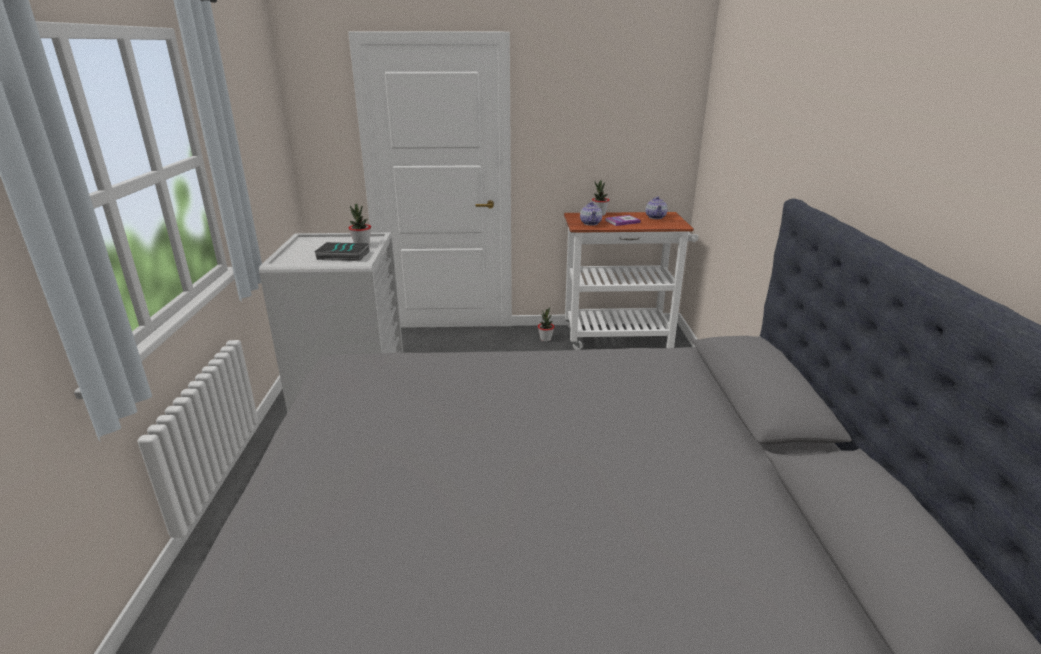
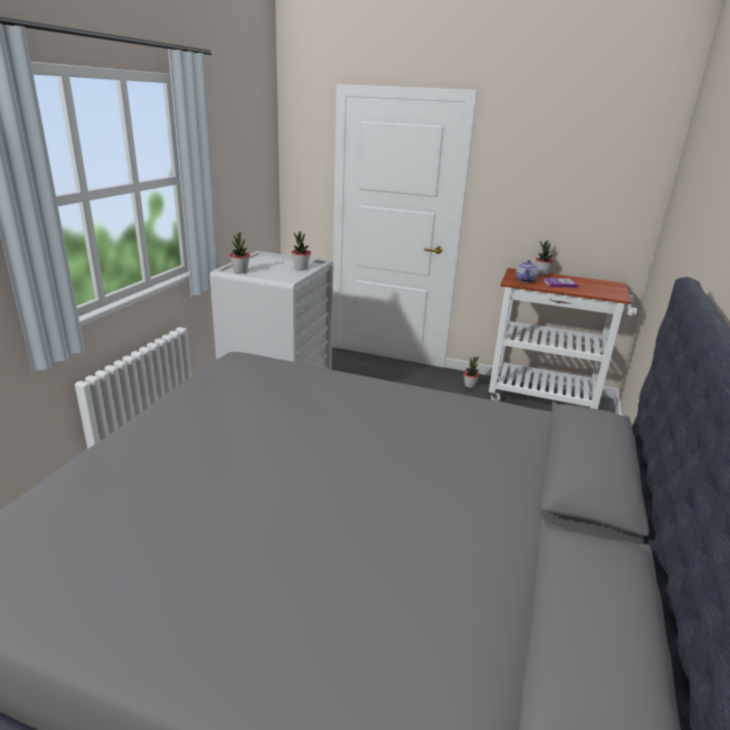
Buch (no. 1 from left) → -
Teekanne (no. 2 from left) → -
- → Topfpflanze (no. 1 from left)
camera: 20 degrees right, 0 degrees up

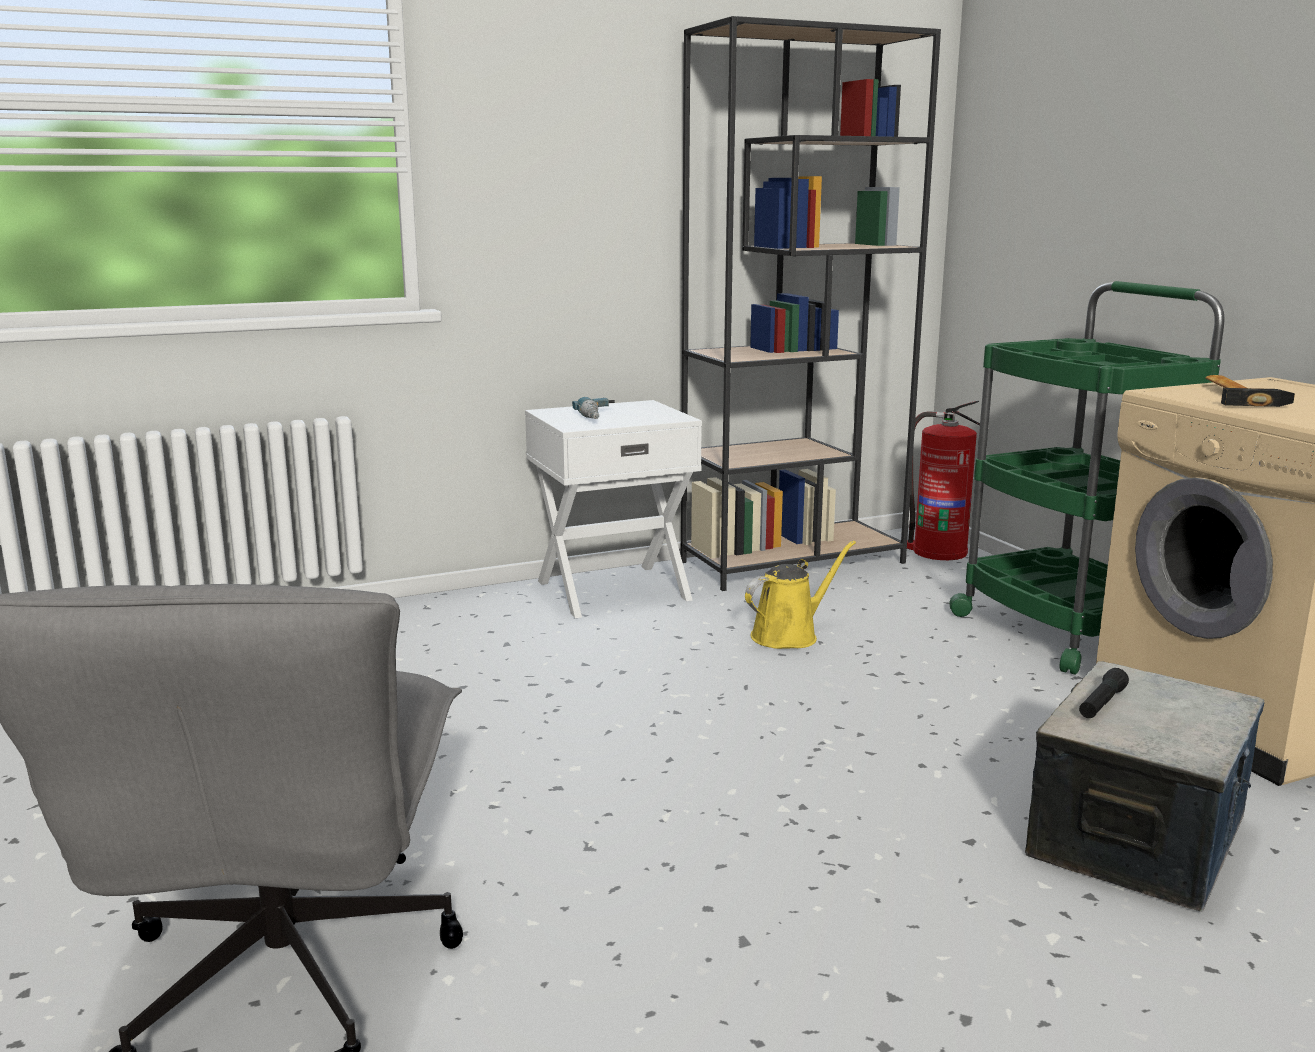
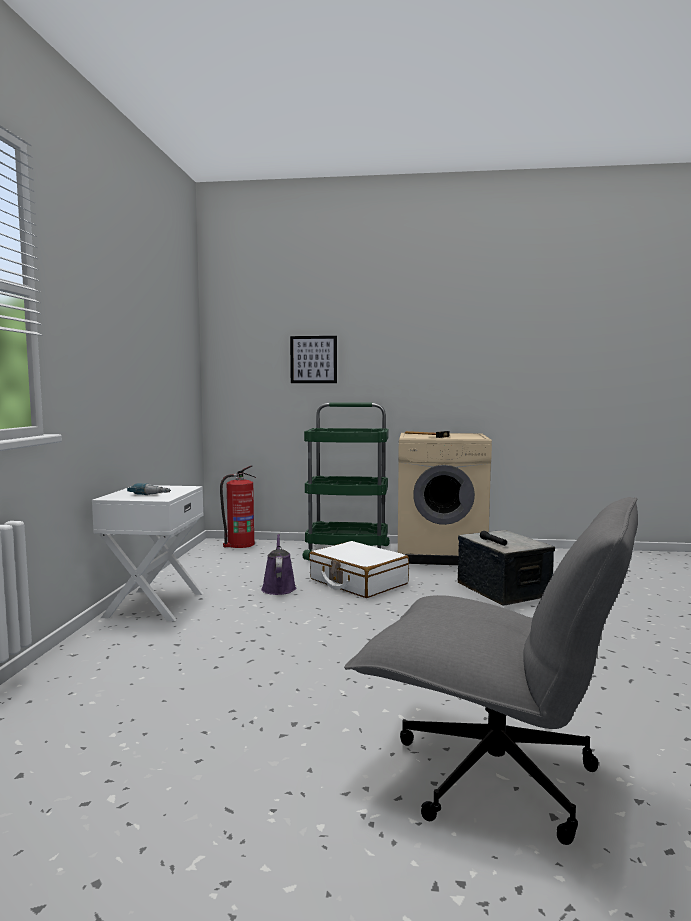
Bücherregal → -
Gießkanne (gelb) → Gießkanne (lila)
- → Bild
- → Koffer (weiß)
camera: 60 degrees left, 10 degrees down

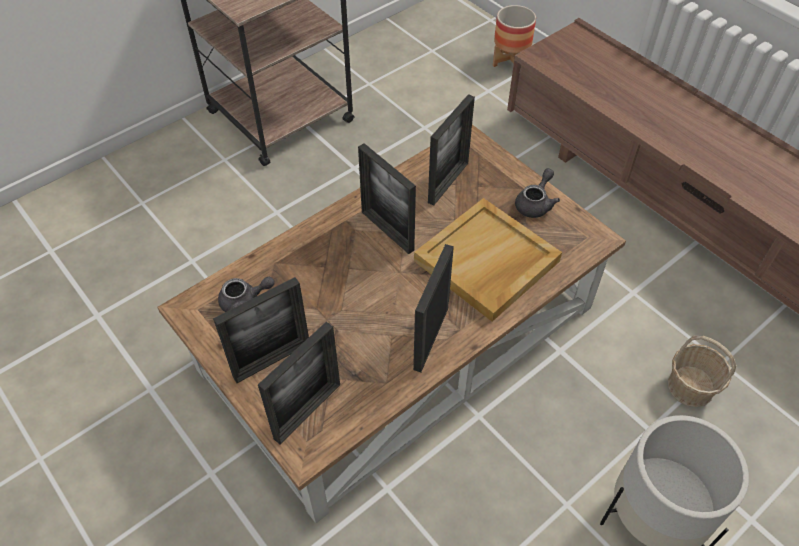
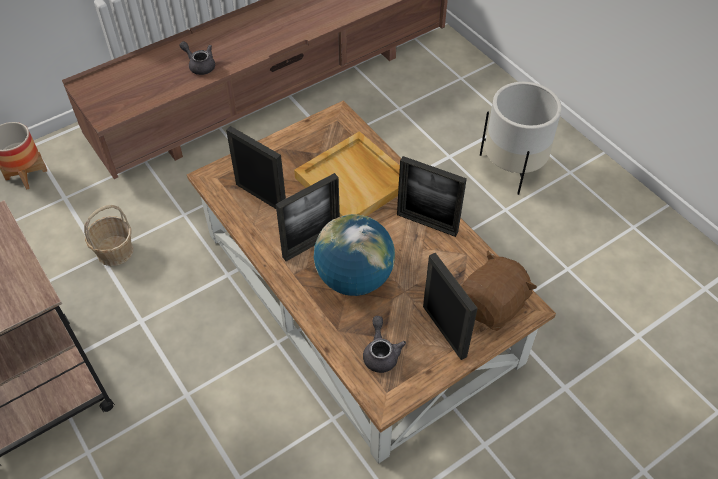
Bilderrahmen (no. 2 from left) → Plüschtier (braun)
Teekanne (grau) (no. 2 from left in the first image) → Teekanne (grau) (no. 1 from left), relocated
Korb, relocated
- → Globus
camera: 85 degrees left, 0 degrees up

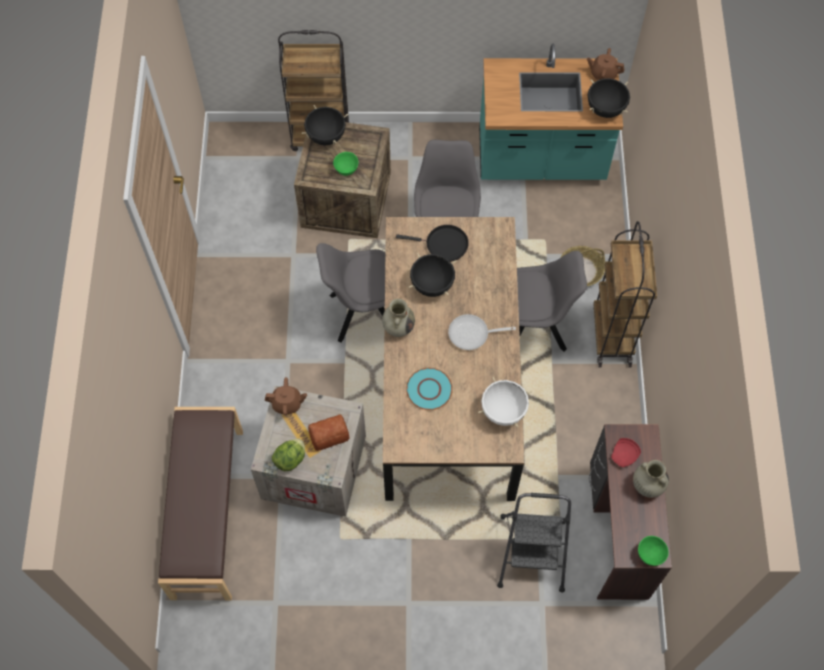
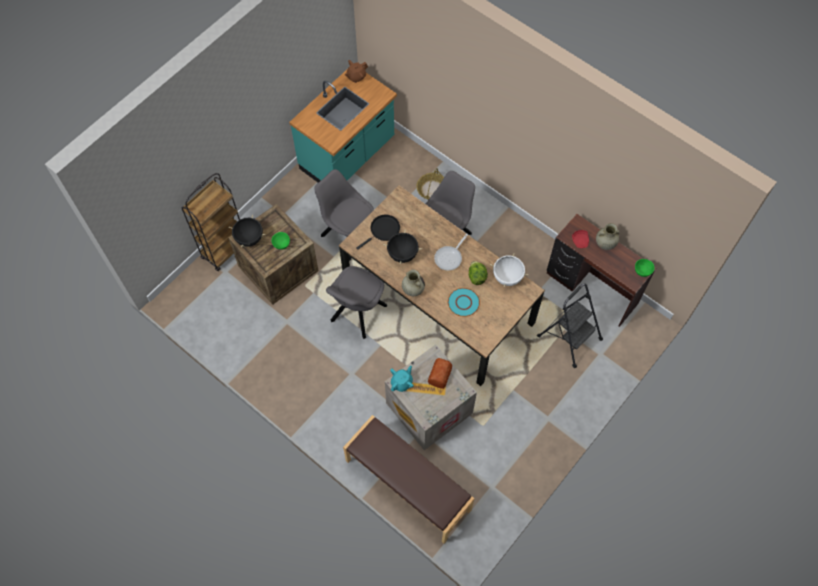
Teekanne (braun) (no. 1 from left) → Teekanne (türkis)
Salatkopf, relocated
Kochtopf (schwarz) (no. 3 from left) → -
Rollwagen (braun) (no. 2 from left) → -
camera: 50 degrees left, 0 degrees up

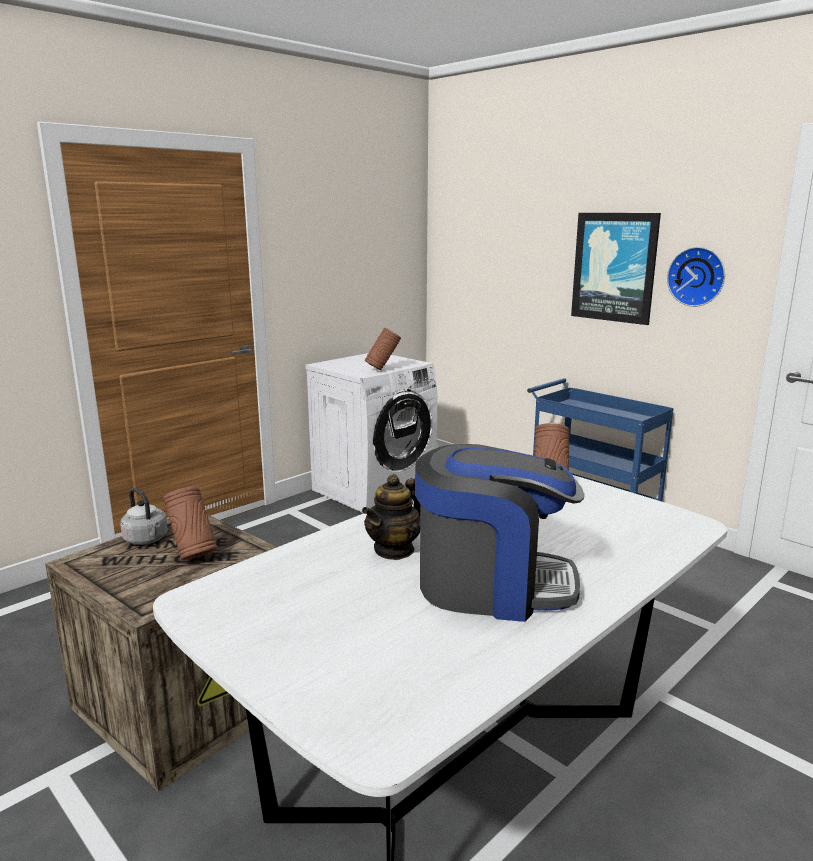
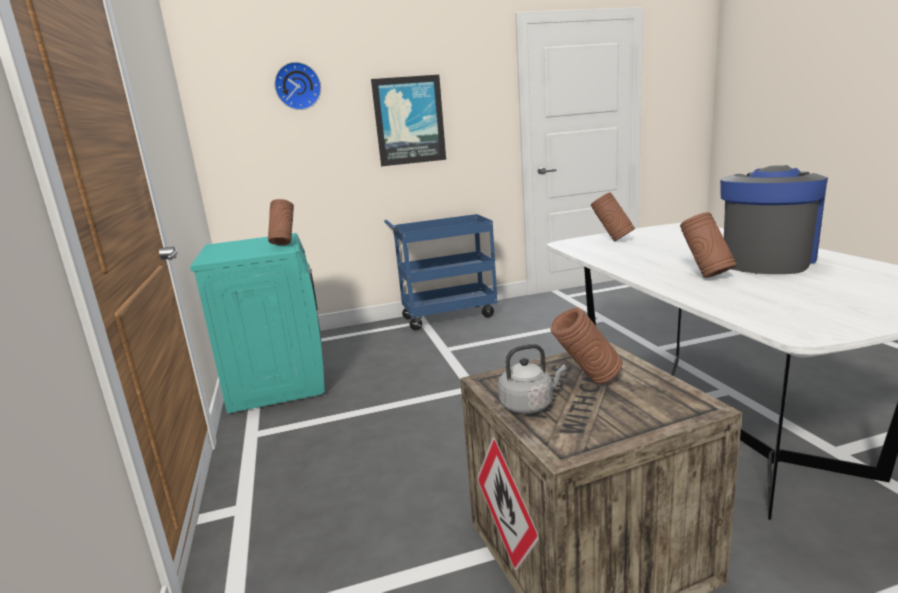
Waschmaschine (weiß) → Waschmaschine (türkis)
Teekanne → Vase (braun) (no. 4 from left)
Wanduhr, relocated
camera: 60 degrees left, 0 degrees up

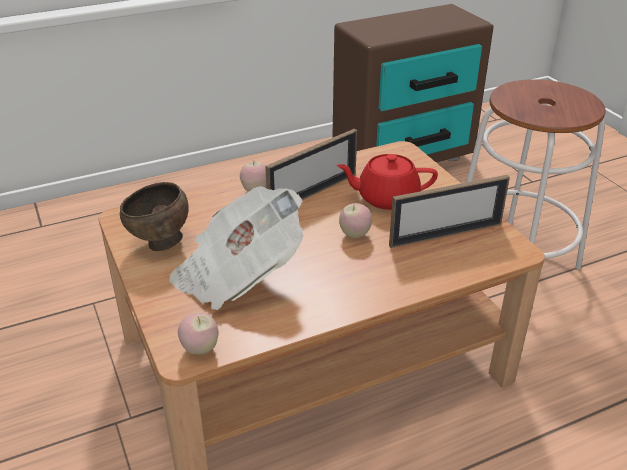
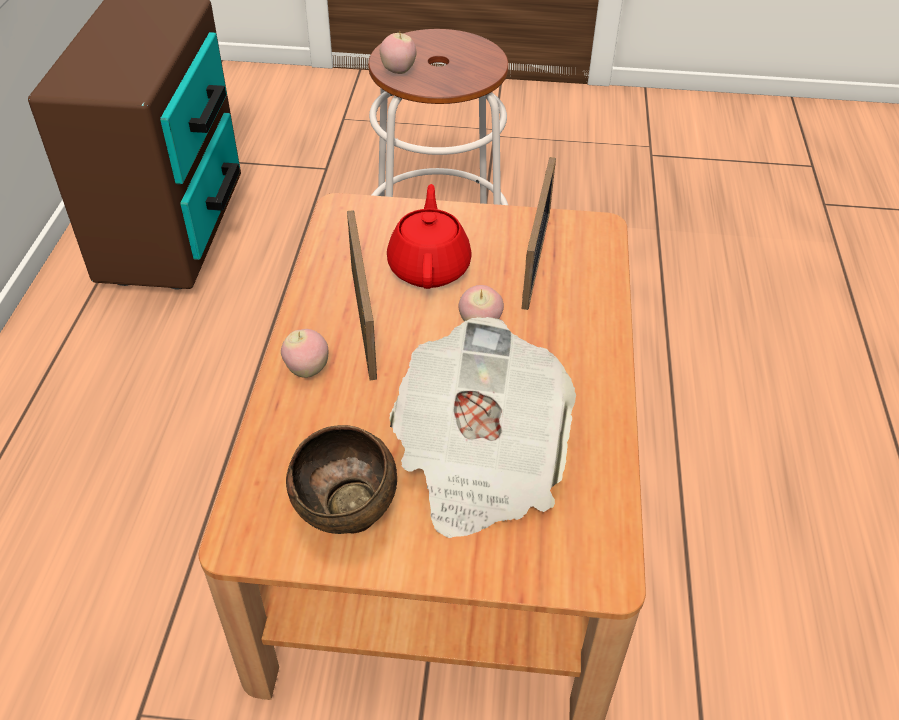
Apfel (no. 1 from left in the first image) → Apfel (no. 2 from left), relocated
Teekanne (rot), 150 degrees clockwise
camera: 60 degrees left, 10 degrees up

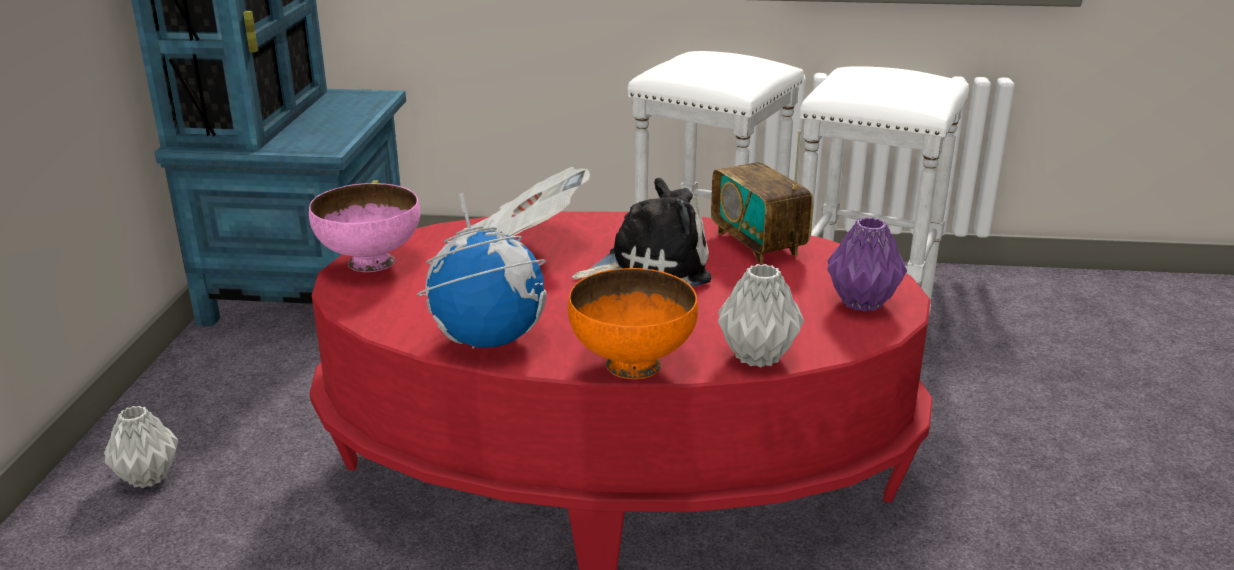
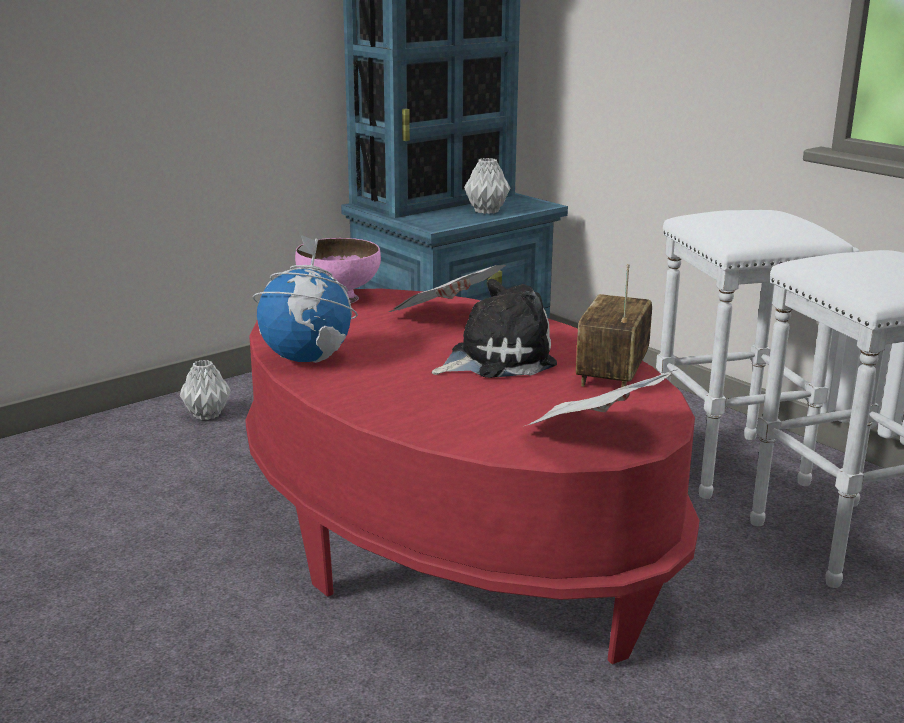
Schüssel (orange) → -
Plüschtier, 60 degrees counterclockwise
Vase (grau) (no. 2 from left), relocated
Vase (lila) → Zeitung (no. 2 from left)
camera: 45 degrees right, 5 degrees down

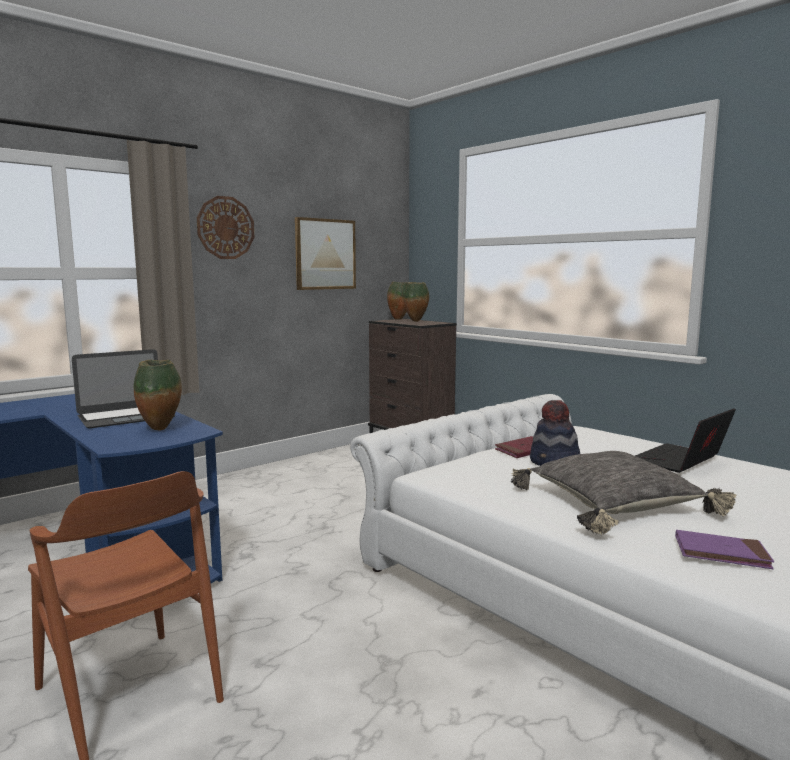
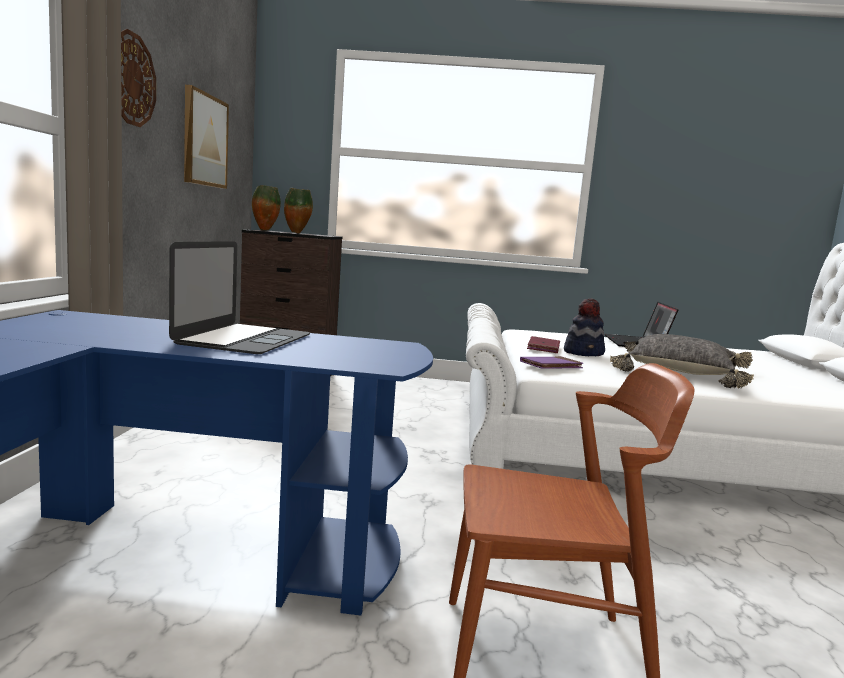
Vase (no. 1 from left) → -
Buch (lila), relocated
camera: 45 degrees left, 0 degrees up

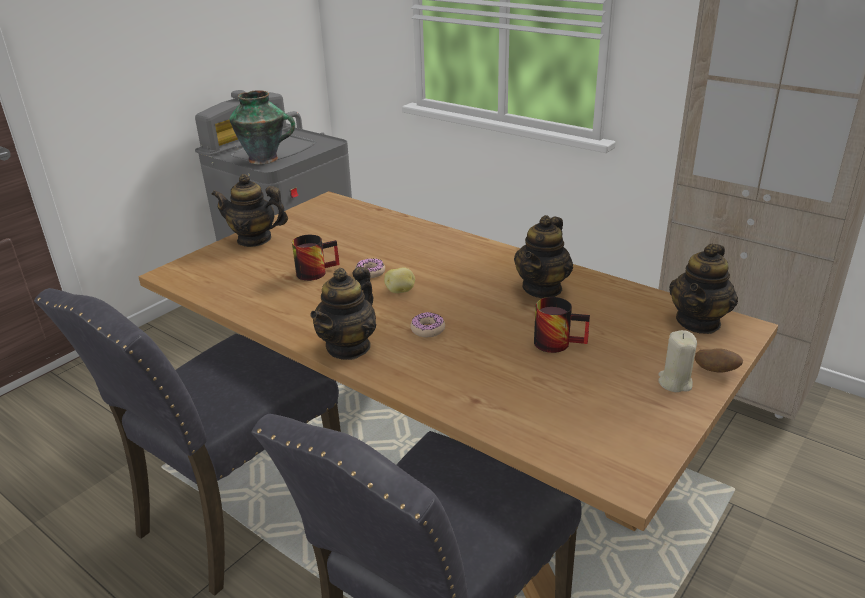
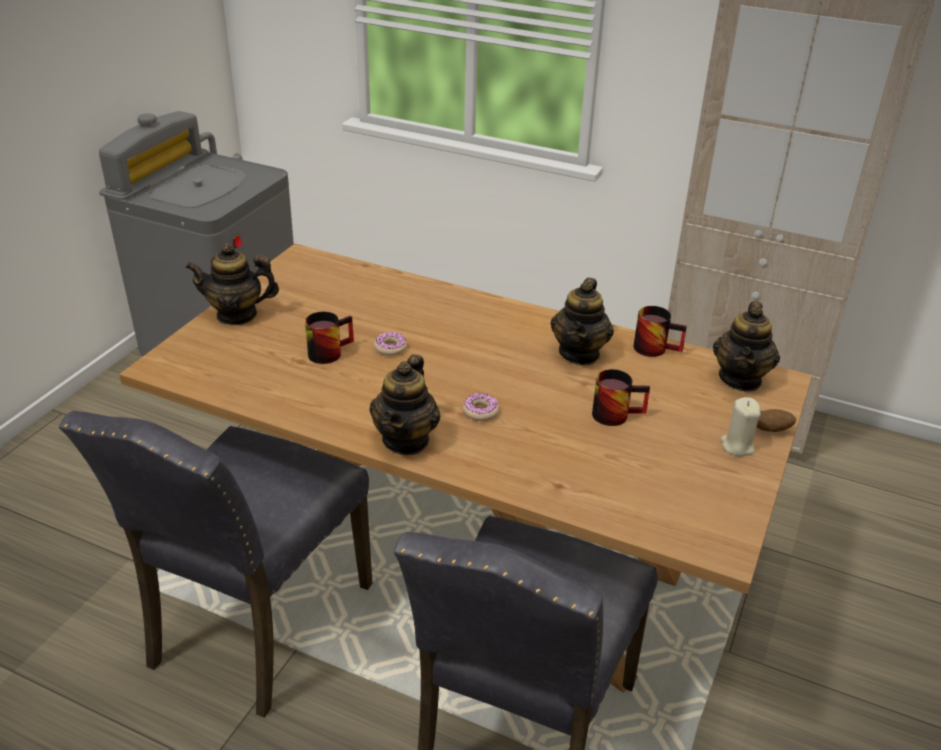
Vase → -
Kartoffel (no. 1 from left) → -
- → Henkelbecher (no. 3 from left)
camera: 15 degrees left, 5 degrees up

